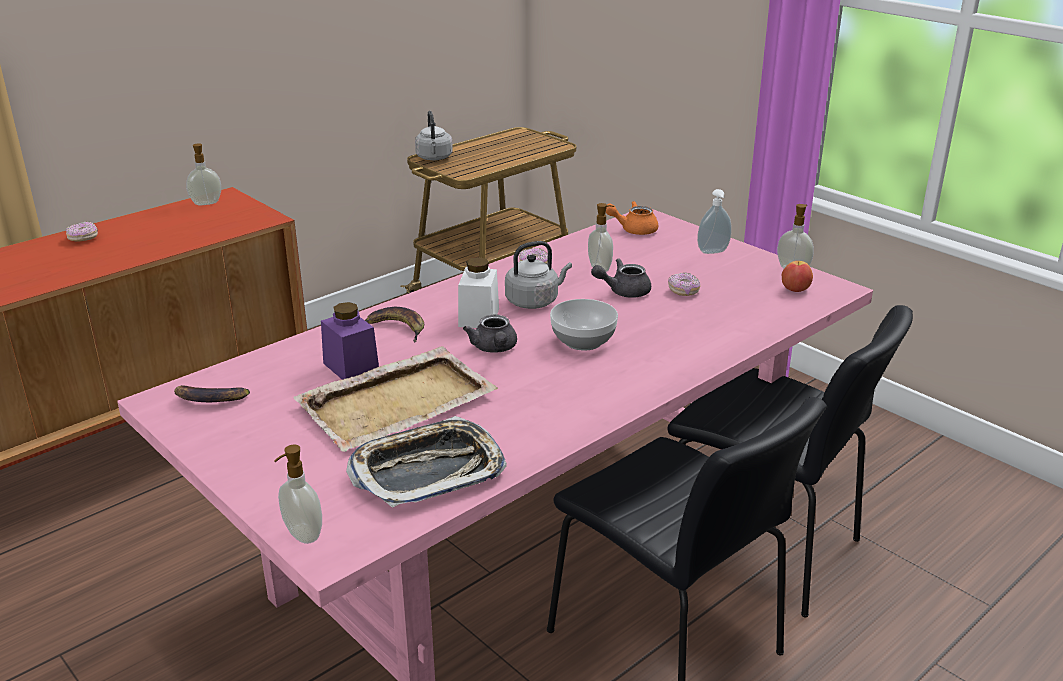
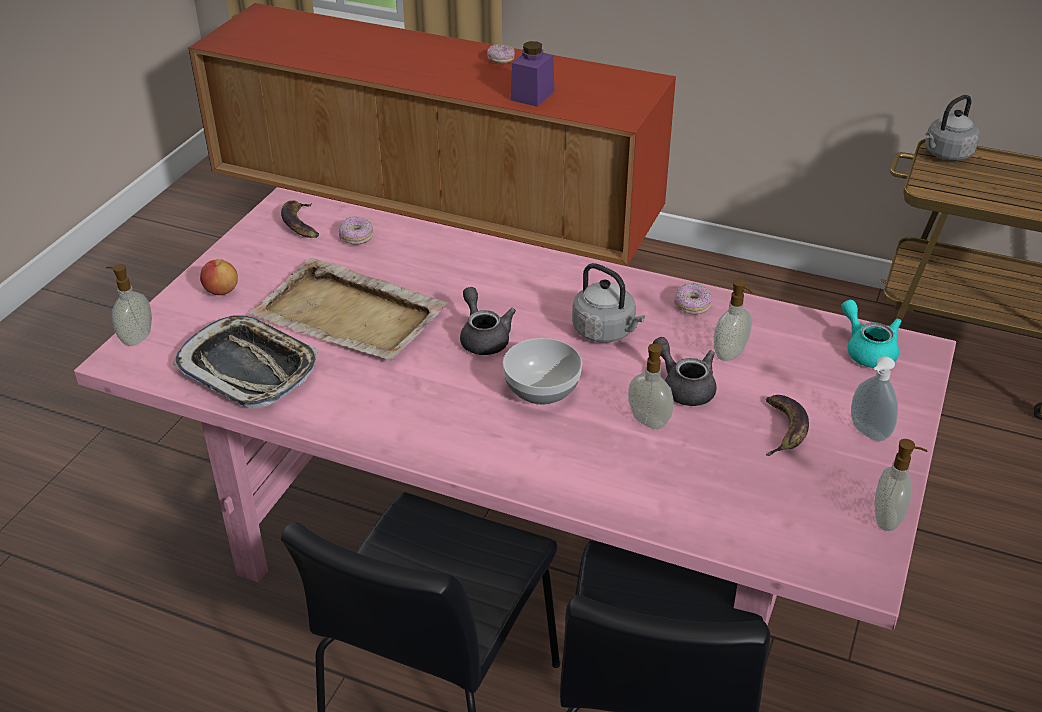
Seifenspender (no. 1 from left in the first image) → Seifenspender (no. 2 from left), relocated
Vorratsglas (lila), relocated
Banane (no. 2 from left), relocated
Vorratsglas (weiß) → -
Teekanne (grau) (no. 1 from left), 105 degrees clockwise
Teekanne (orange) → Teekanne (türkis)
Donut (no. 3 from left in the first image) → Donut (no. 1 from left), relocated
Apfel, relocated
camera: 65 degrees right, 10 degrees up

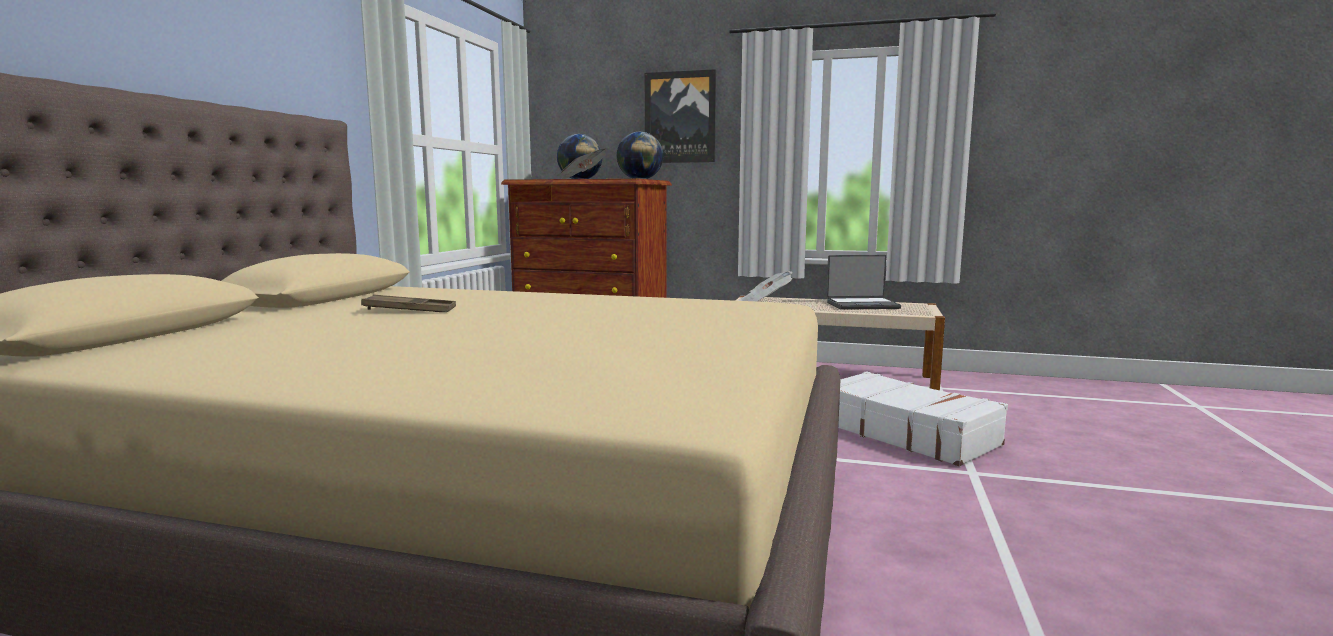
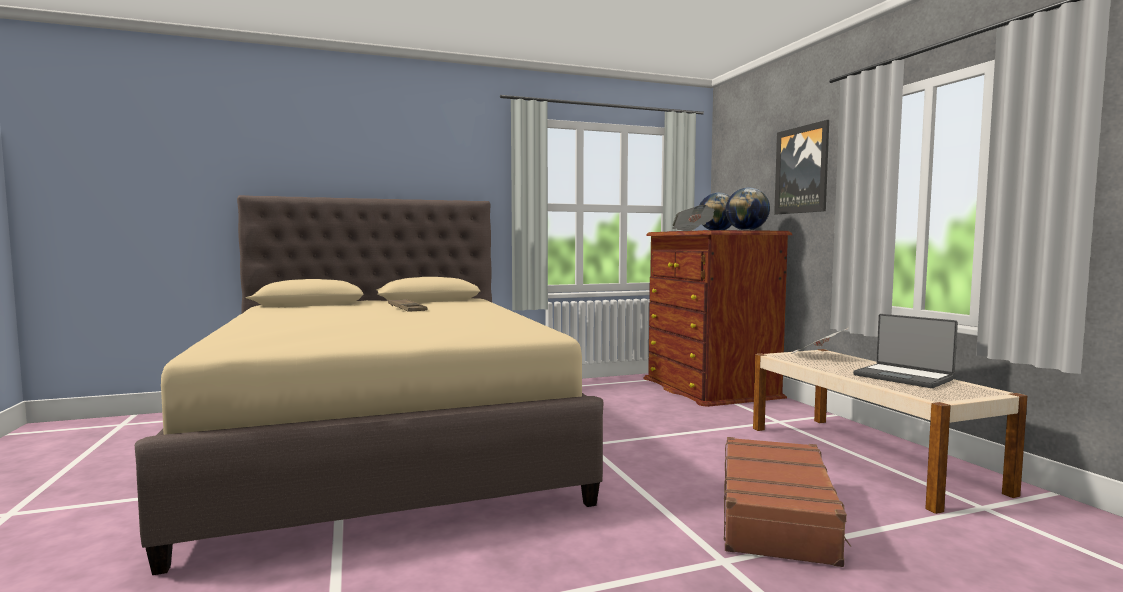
Koffer (weiß) → Koffer (braun)
camera: 55 degrees right, 5 degrees down

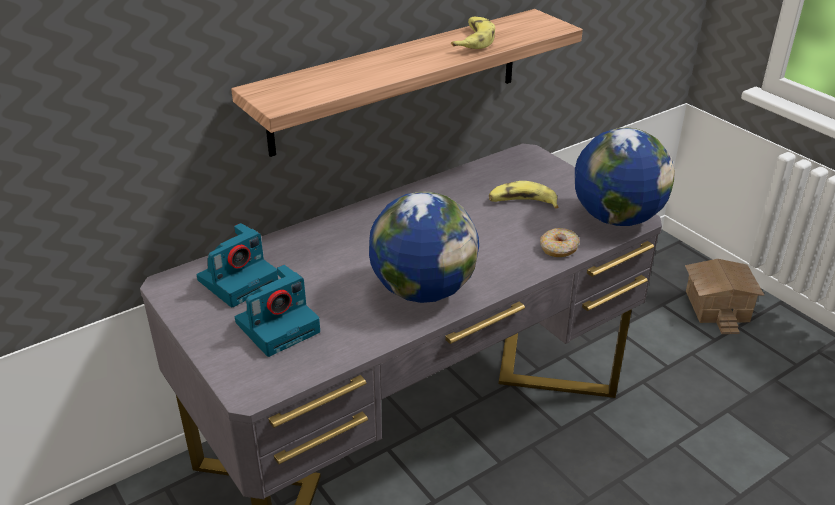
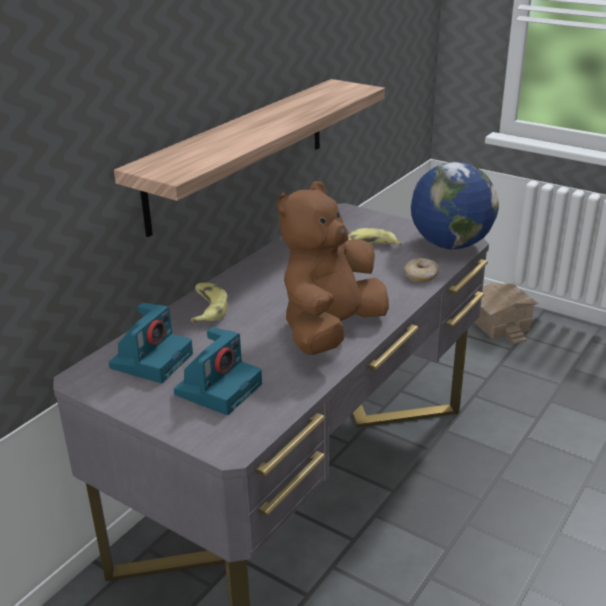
Globus (no. 1 from left) → Plüschtier (braun)
Banane (no. 1 from left), relocated
camera: 20 degrees left, 5 degrees down

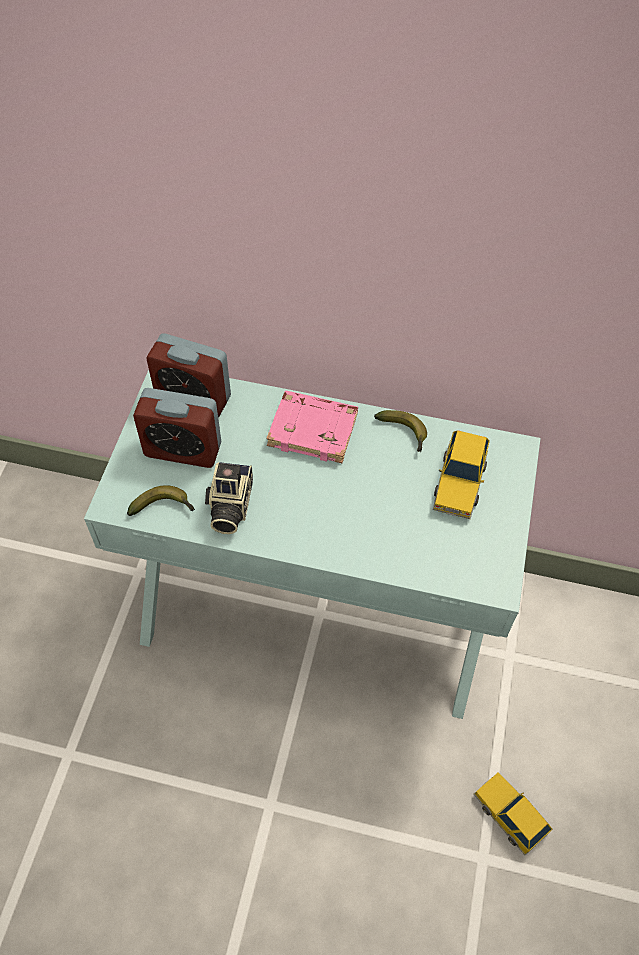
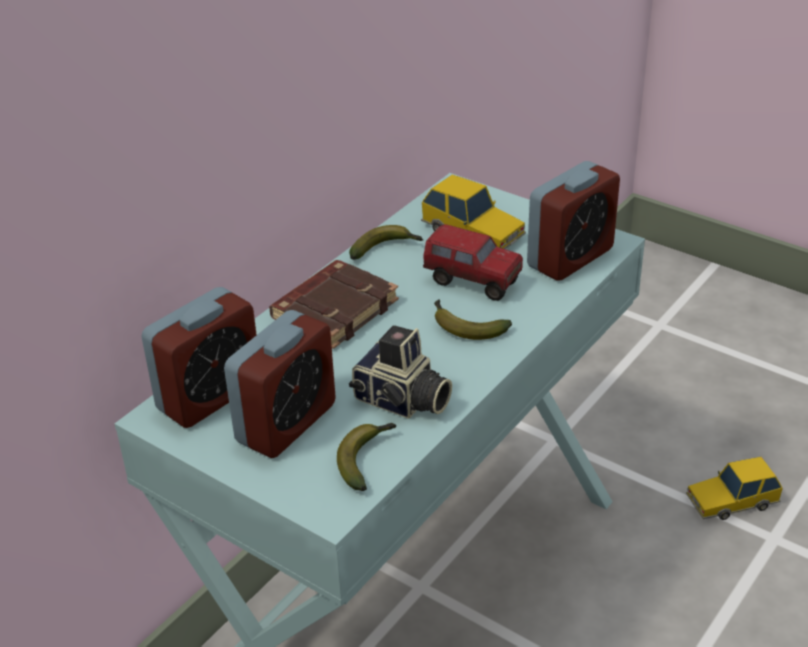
Buch (rosa) → Buch (braun)
- → Spielzeuglaster
- → Banane (no. 3 from left)
- → Wecker (no. 3 from left)
camera: 65 degrees left, 20 degrees down

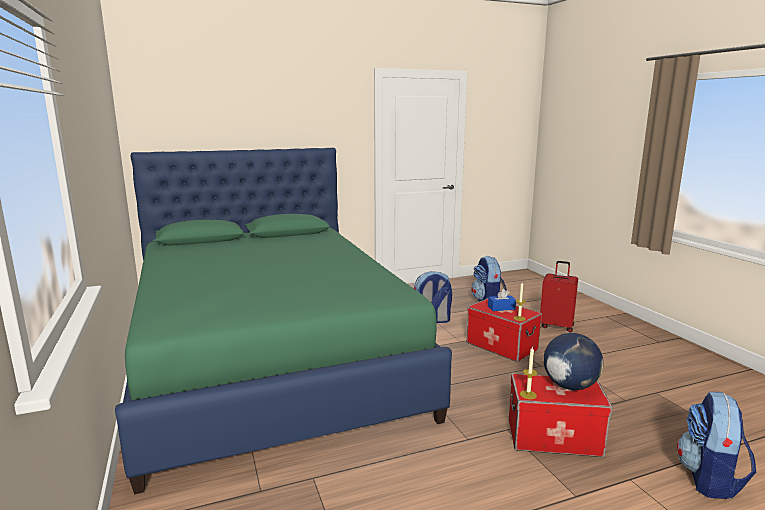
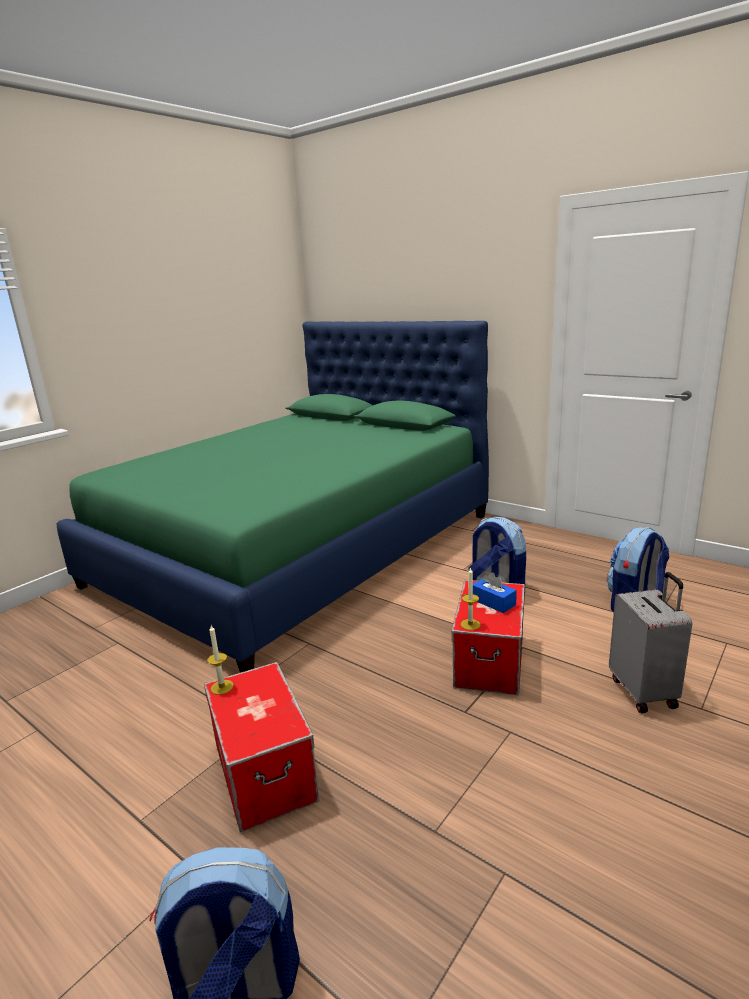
Koffer (rot) → Koffer (grau)
Globus → -
camera: 60 degrees right, 5 degrees up

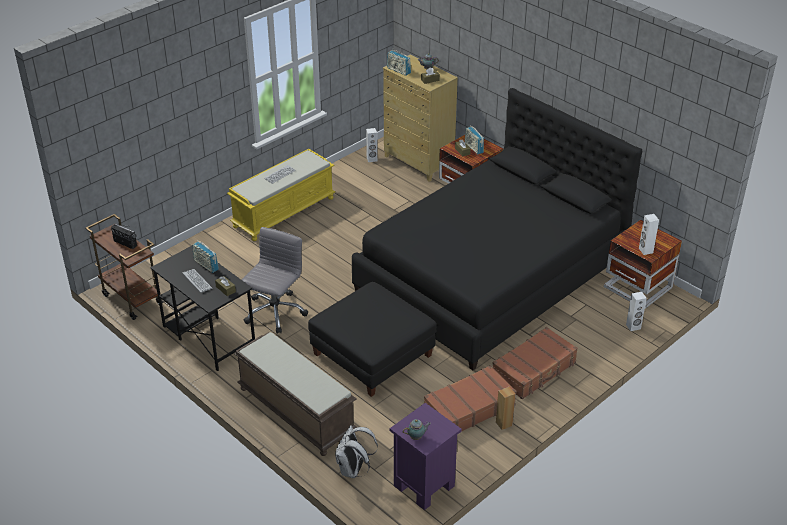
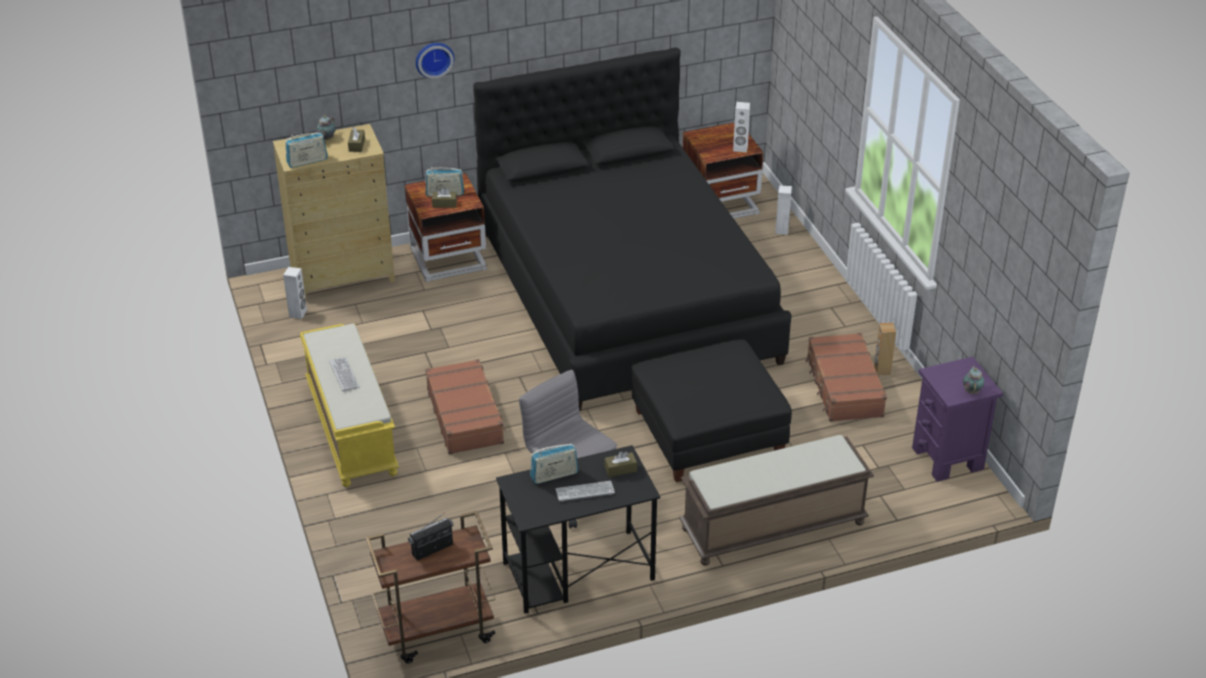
Rucksack (weiß) → -
Koffer (braun) (no. 2 from left in the first image) → Koffer (braun) (no. 1 from left), relocated
- → Wanduhr
camera: 65 degrees left, 0 degrees up

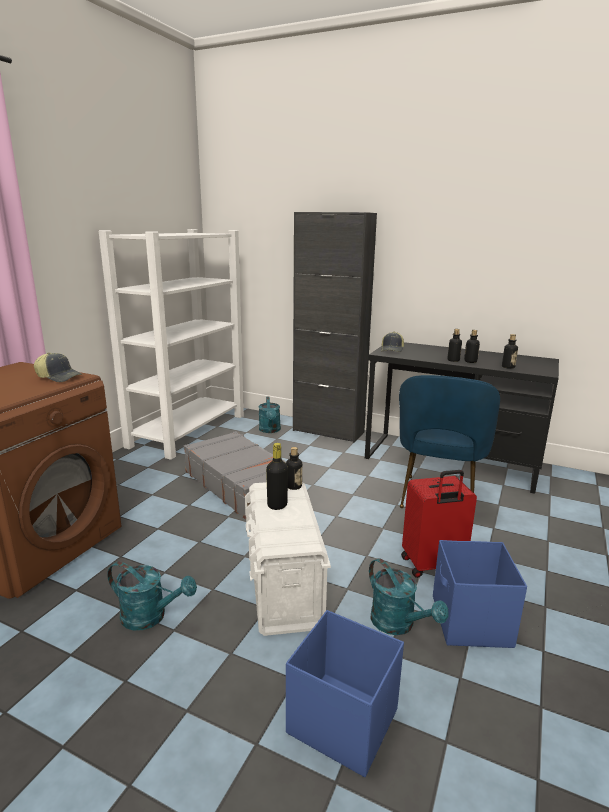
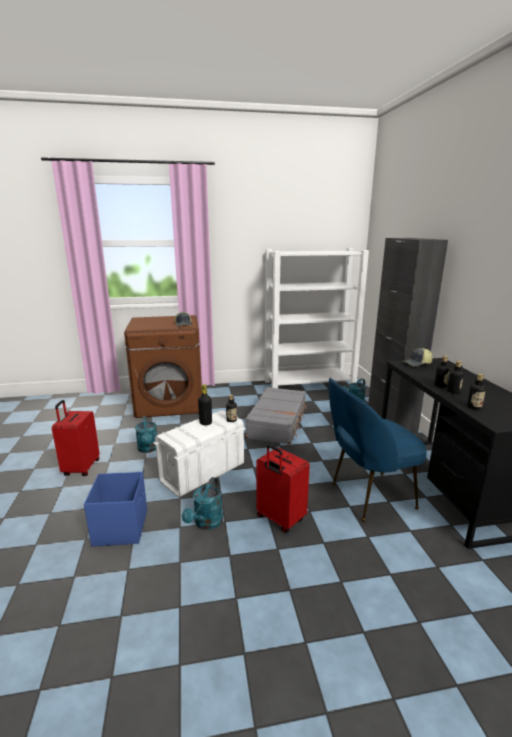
Aufbewahrungsbox (blau) (no. 2 from left) → -
- → Koffer (rot) (no. 1 from left)
camera: 55 degrees right, 0 degrees up

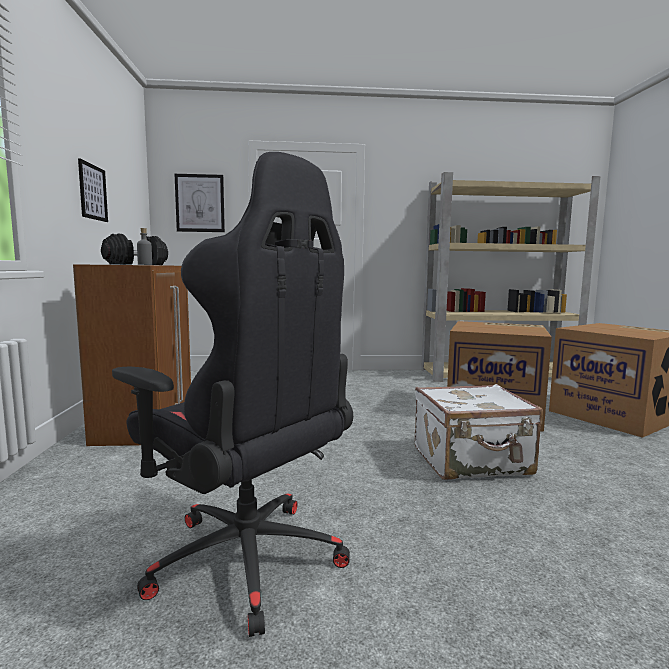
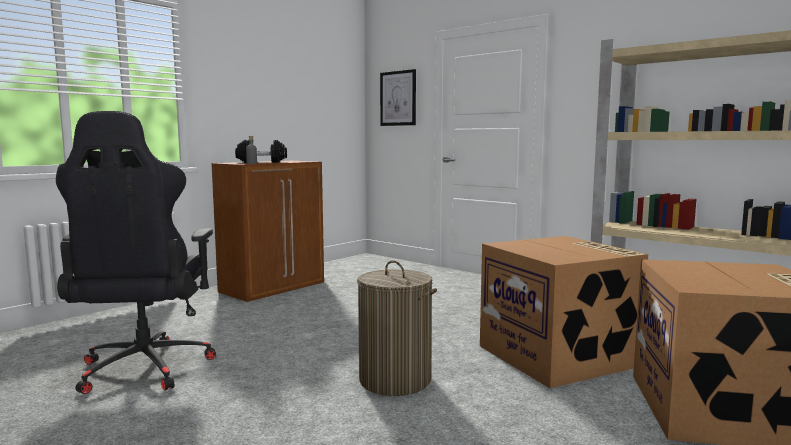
Bild (no. 1 from left) → -
Koffer (weiß) → Wäschekorb
camera: 45 degrees right, 0 degrees up

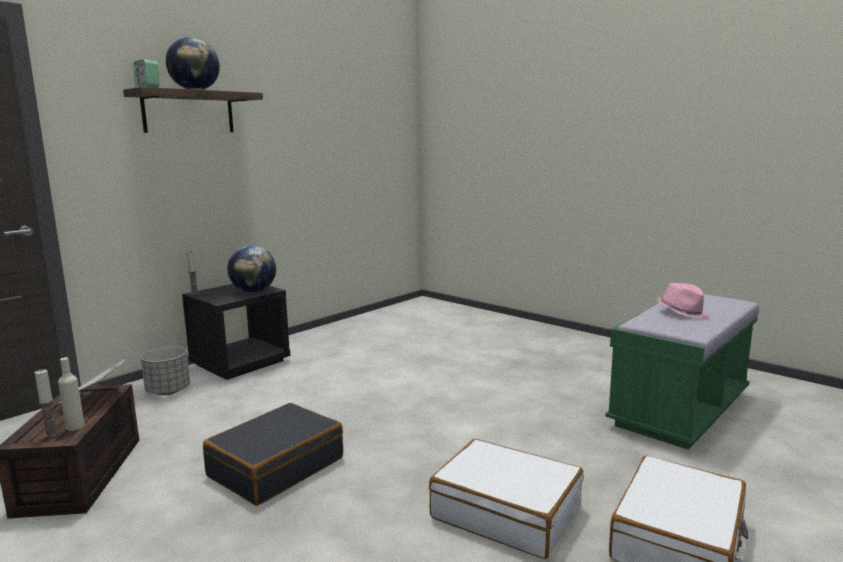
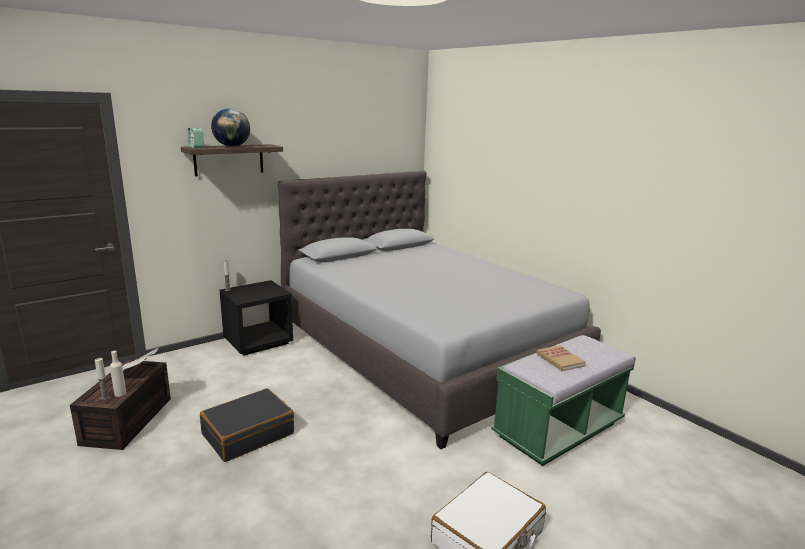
Pflanzkübel (grau) → -
Globus (no. 2 from left) → -
Koffer (weiß) (no. 1 from left) → -
Hut (rosa) → Buch
- → Bett (grau)
camera: 10 degrees right, 5 degrees up

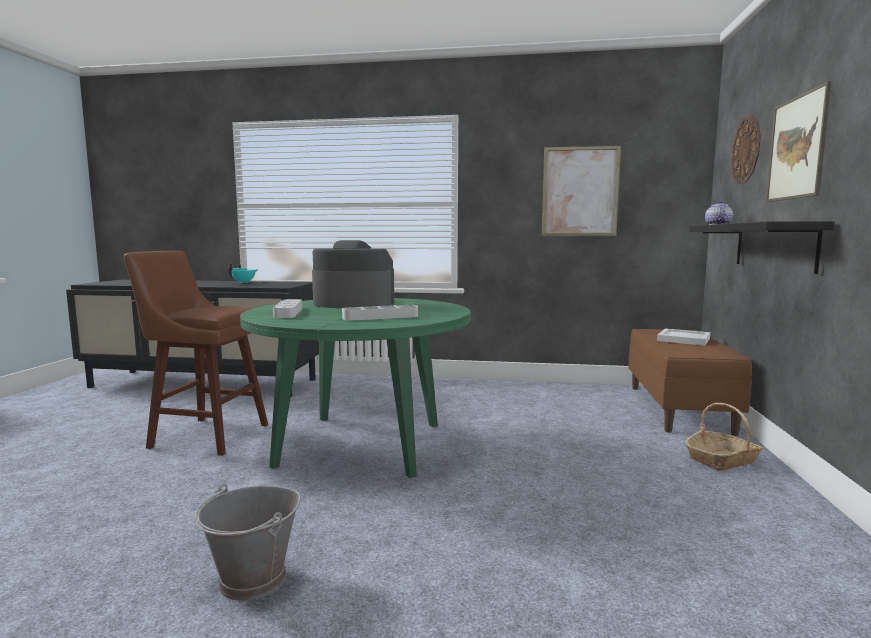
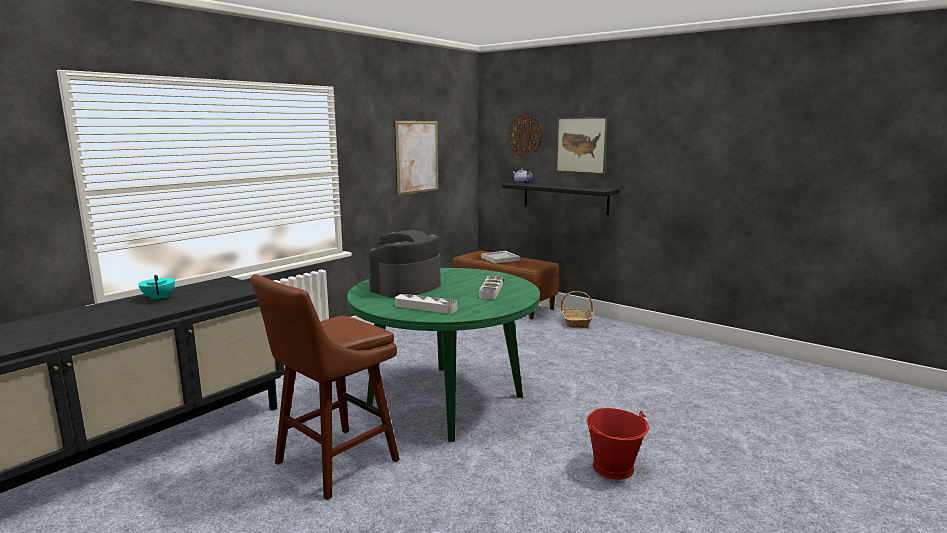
Eimer (grau) → Eimer (rot)
camera: 60 degrees left, 5 degrees up

